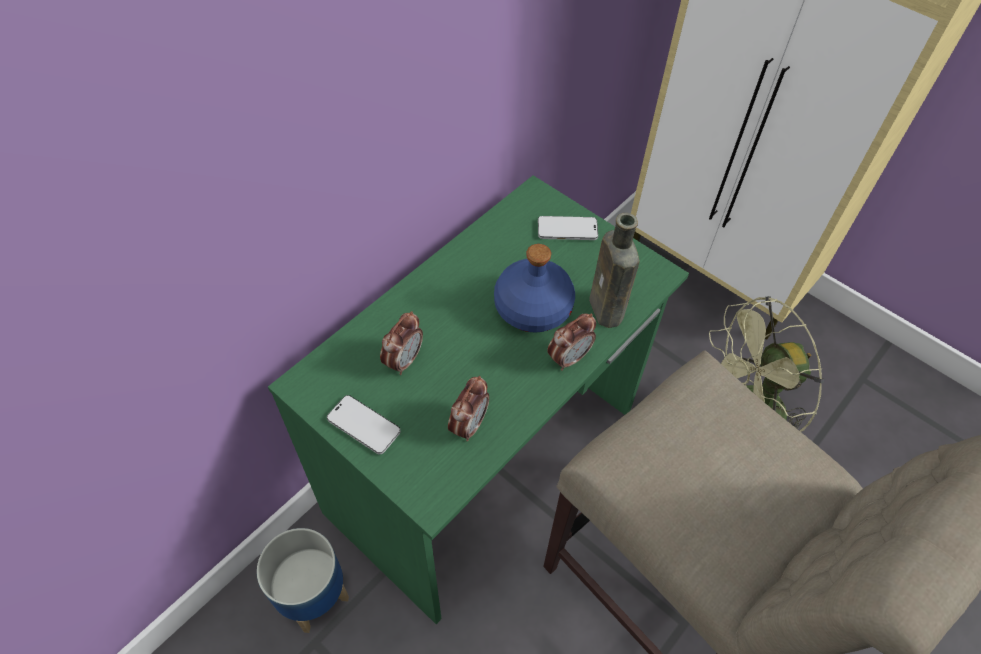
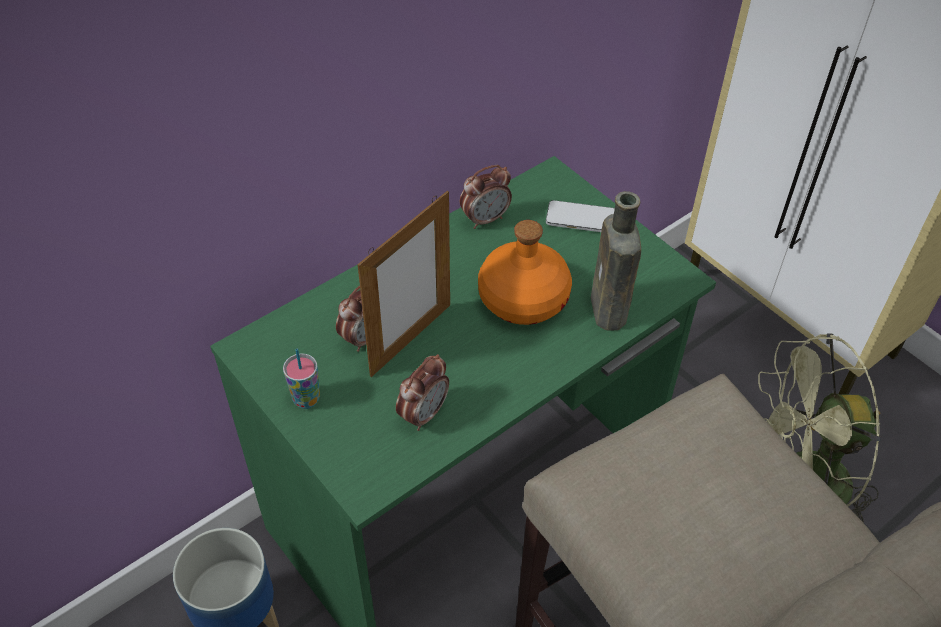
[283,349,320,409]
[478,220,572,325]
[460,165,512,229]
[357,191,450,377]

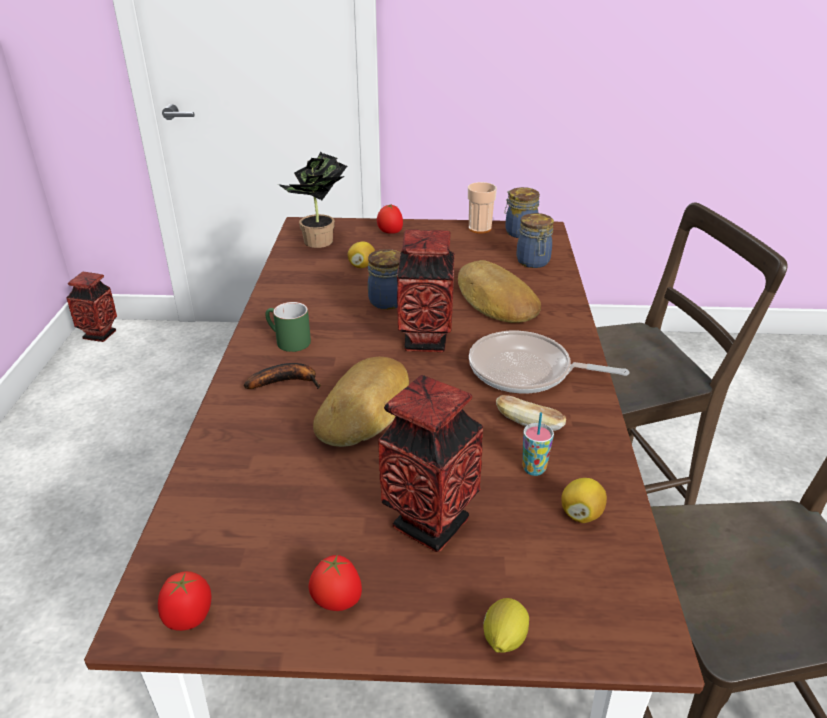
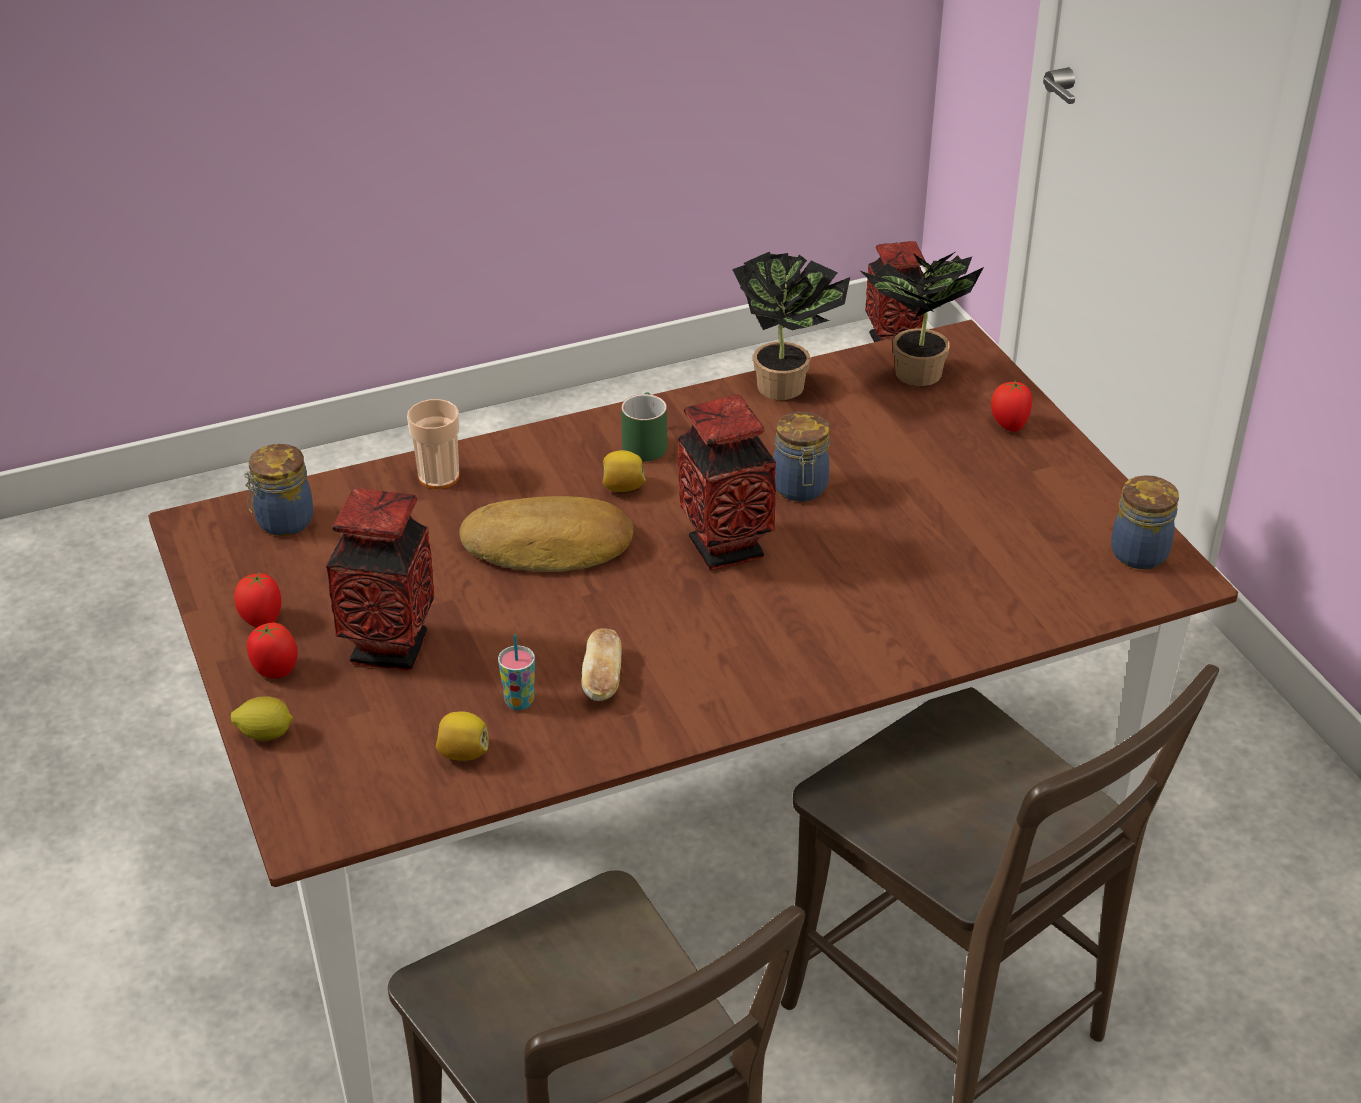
[247,623,298,679]
[244,363,321,389] (first image)
[602,450,646,492]
[458,260,541,323] (first image)
[407,399,460,489]
[469,331,630,393] (first image)
[244,444,313,536]
[732,252,850,400]

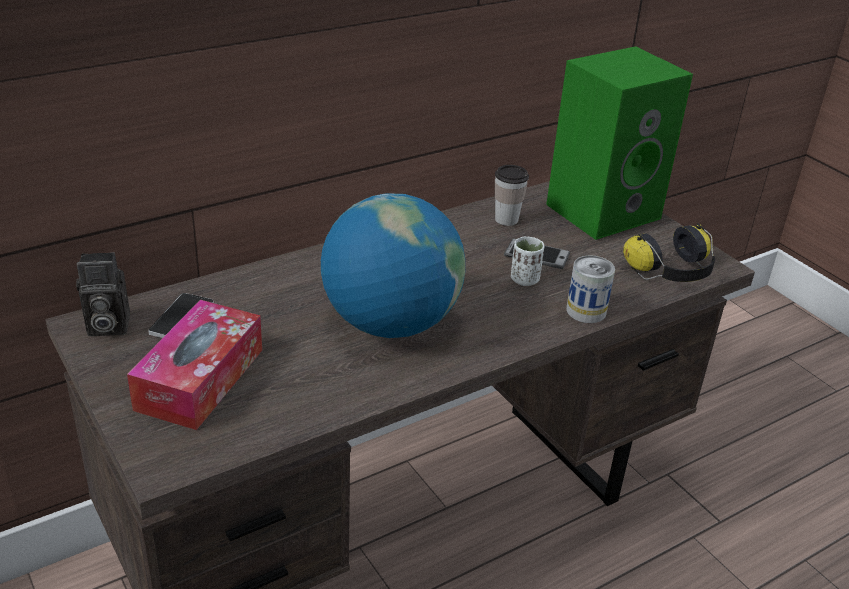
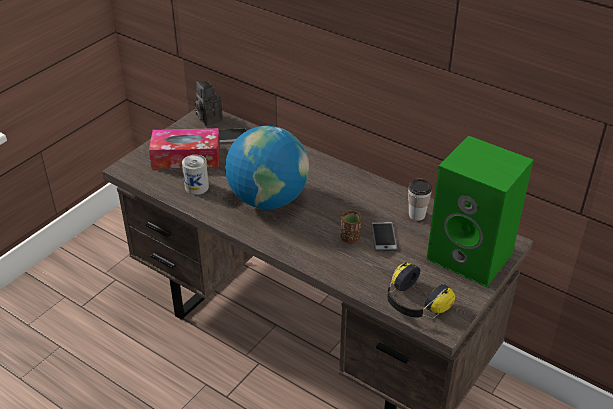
[341,211,361,243]
[182,155,209,195]

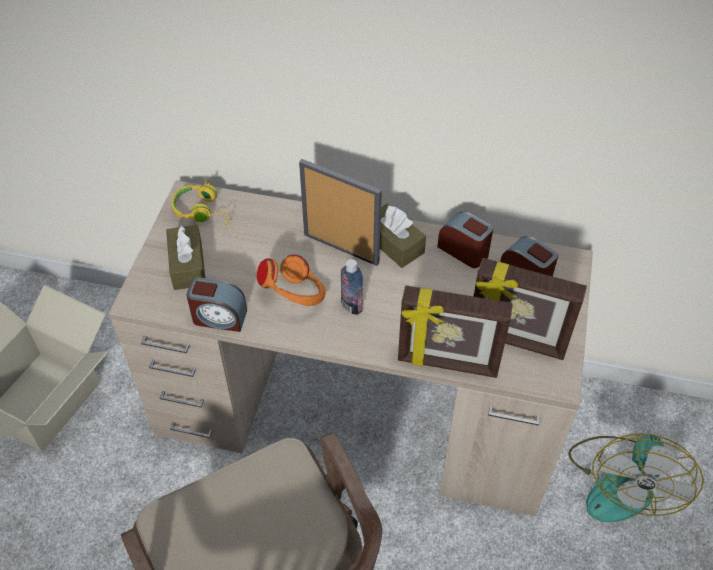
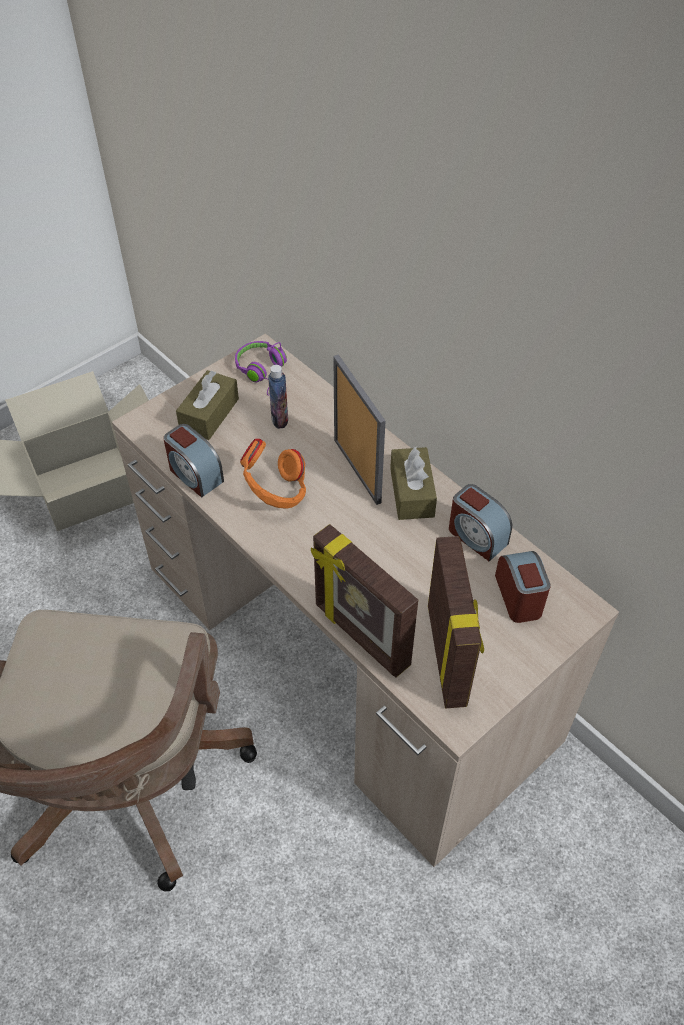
[235,341,287,396]
[268,365,288,429]
[449,484,512,561]
[428,536,484,708]
[568,434,704,522] (first image)

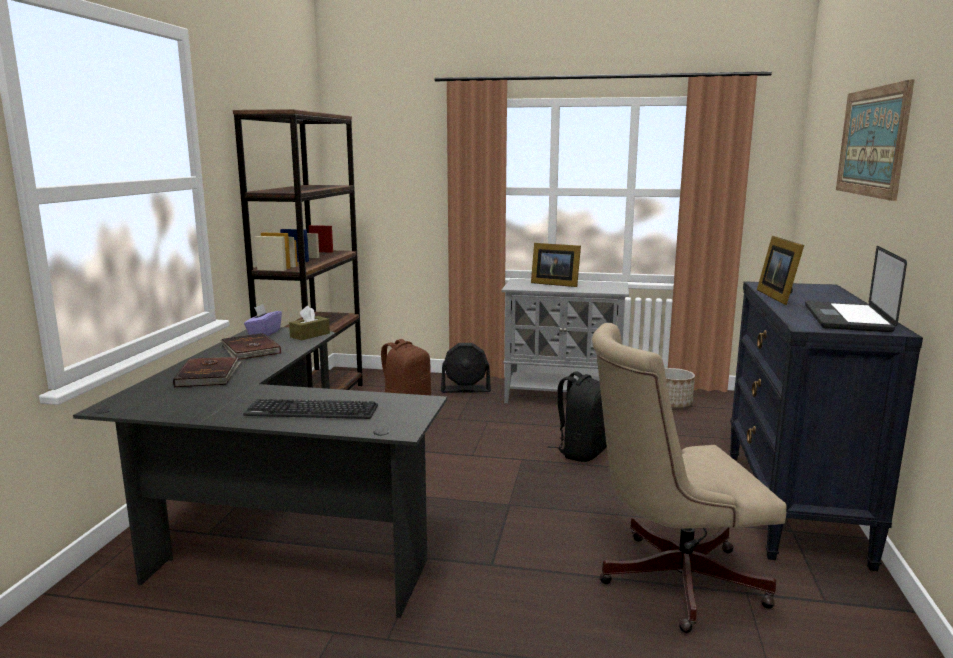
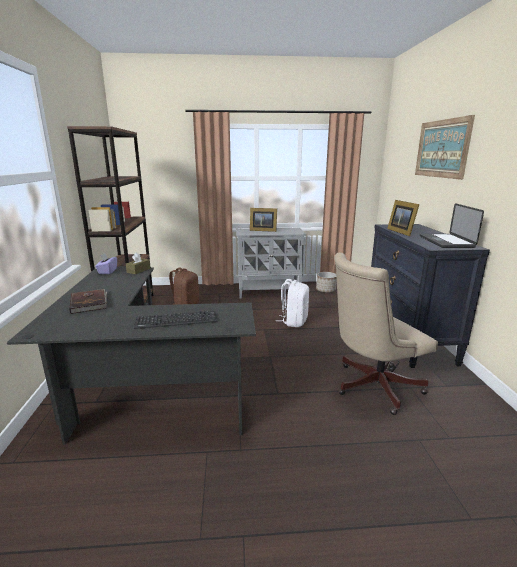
[221,333,281,360] (first image)
[441,343,491,393] (first image)
[279,279,309,327]

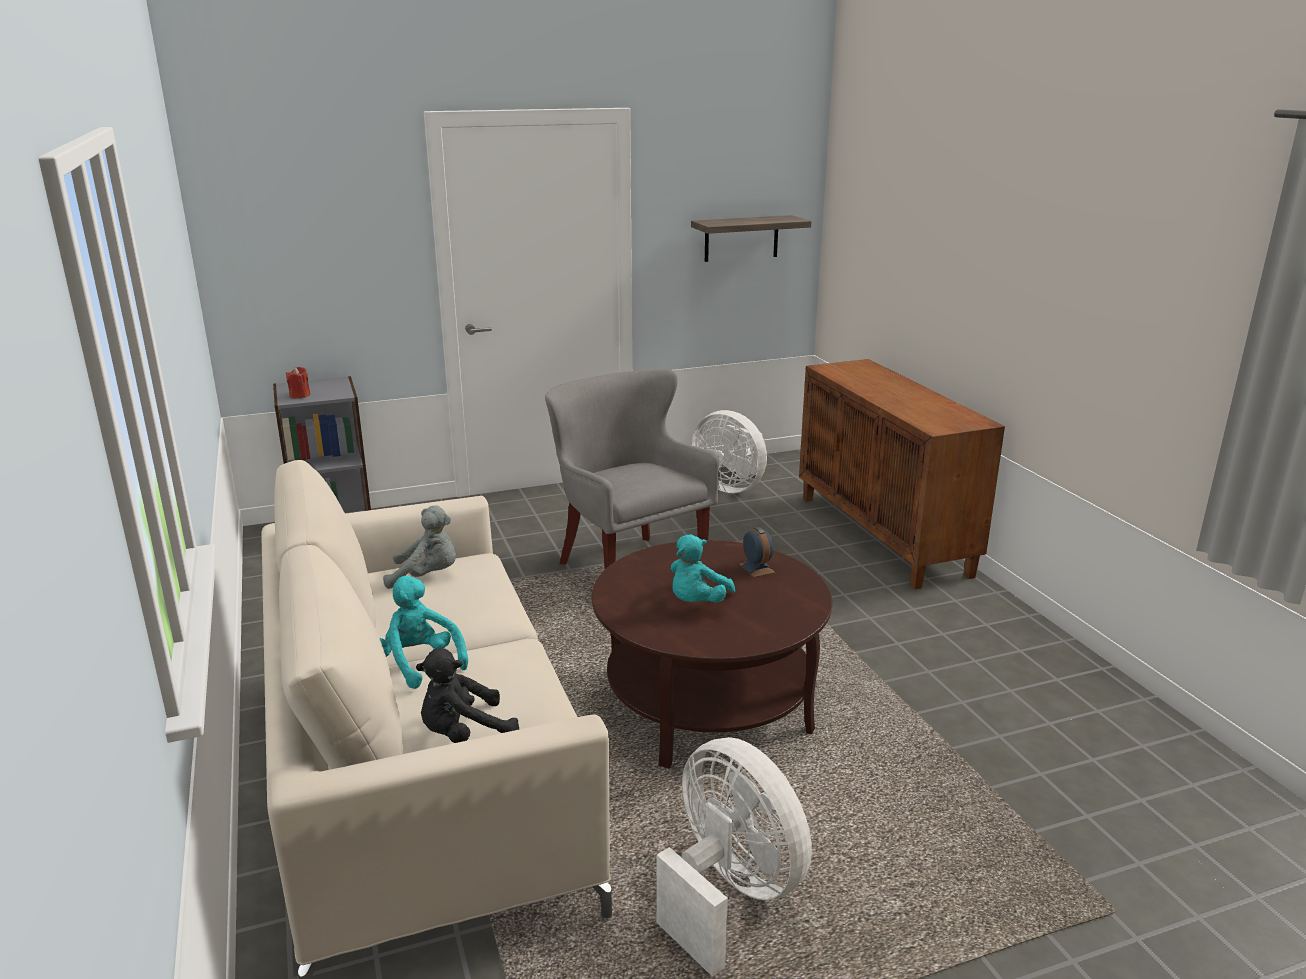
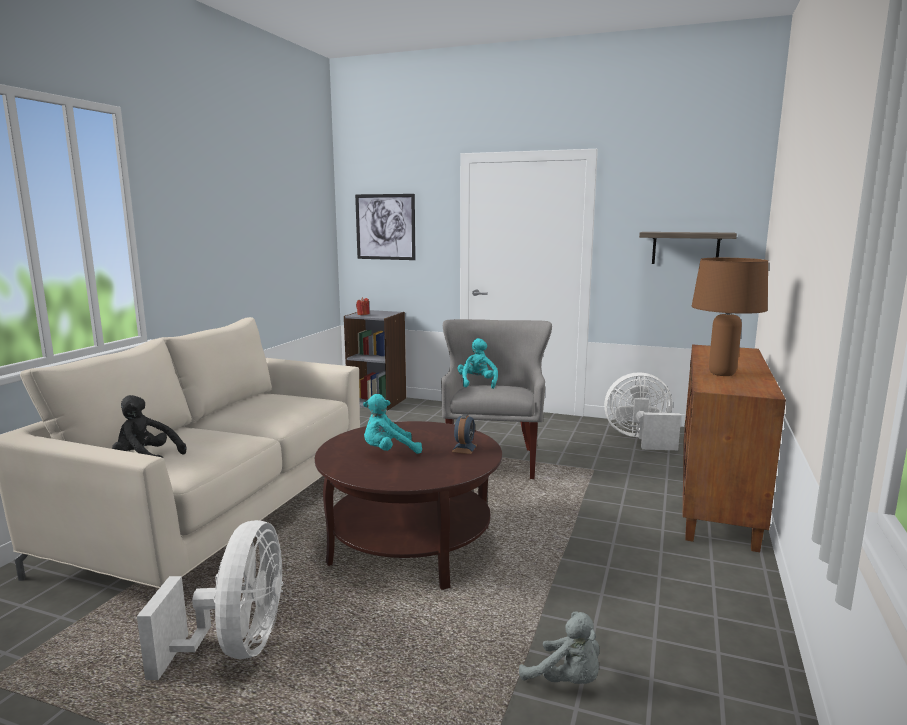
[457,338,498,389]
[519,611,600,684]
[604,372,681,450]
[355,194,416,260]
[692,258,768,376]

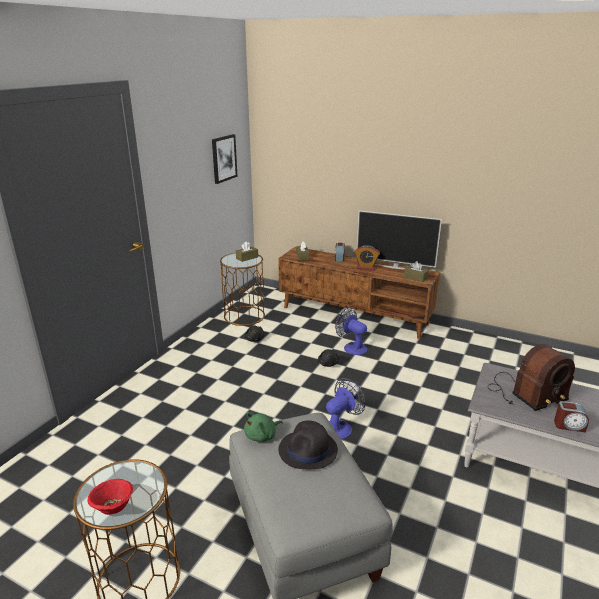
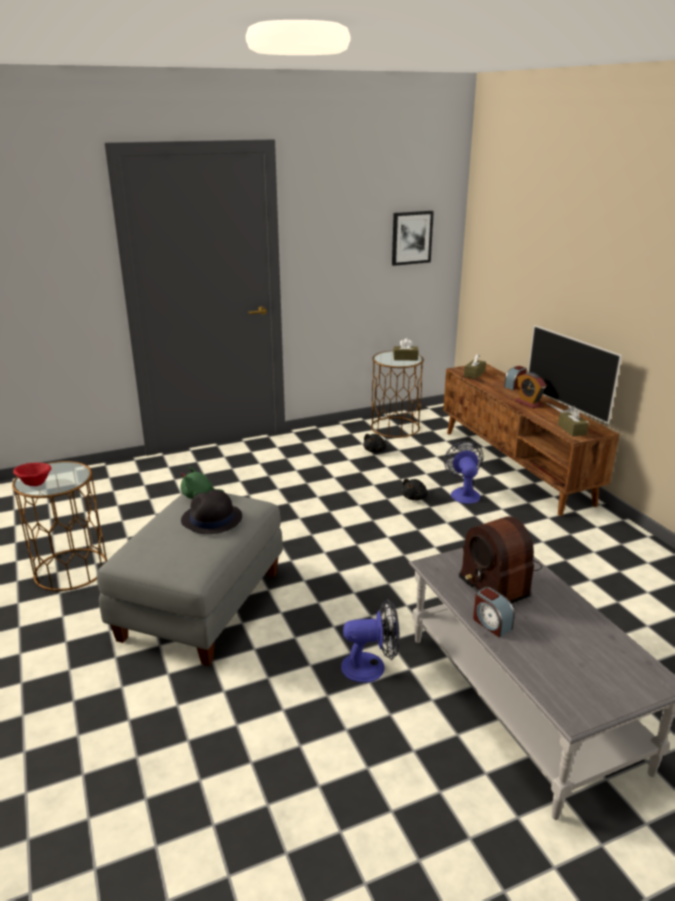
[341,599,400,683]
[459,516,542,604]

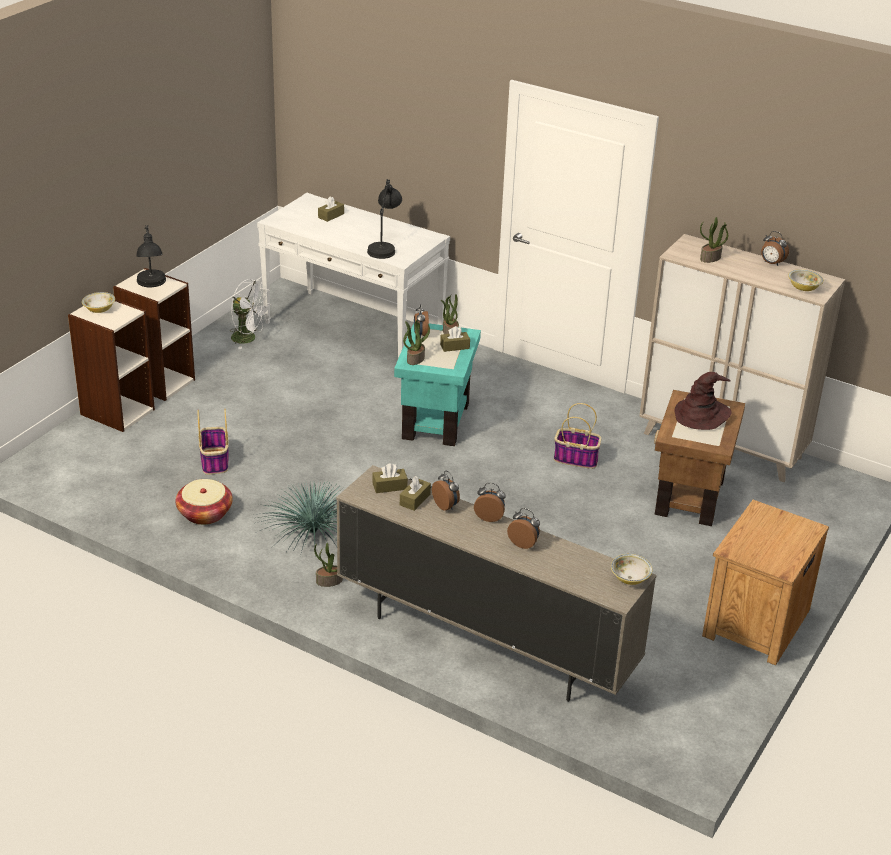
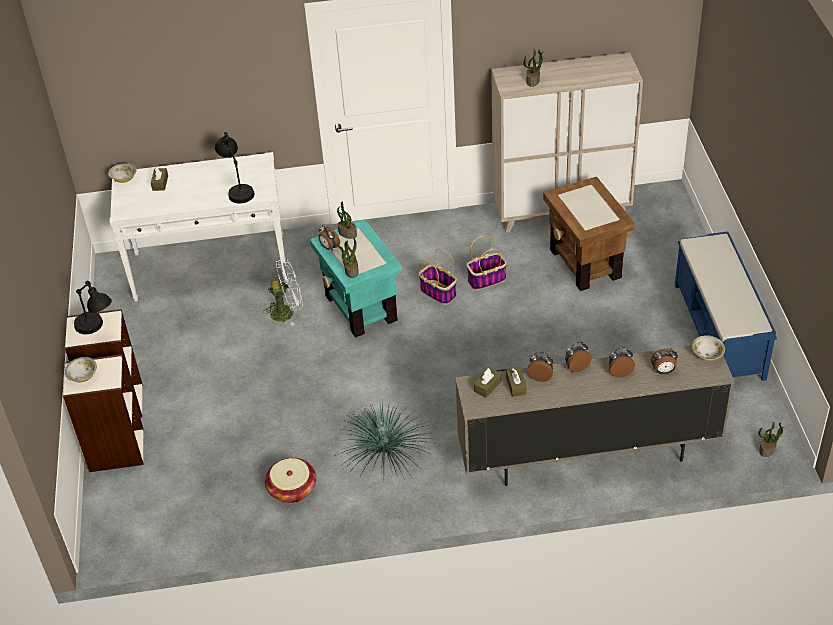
[419,248,457,305]
[263,259,303,326]
[759,422,785,457]
[440,326,470,352] (first image)
[675,372,732,430] (first image)
[675,231,777,381]
[651,348,678,374]
[108,163,136,183]

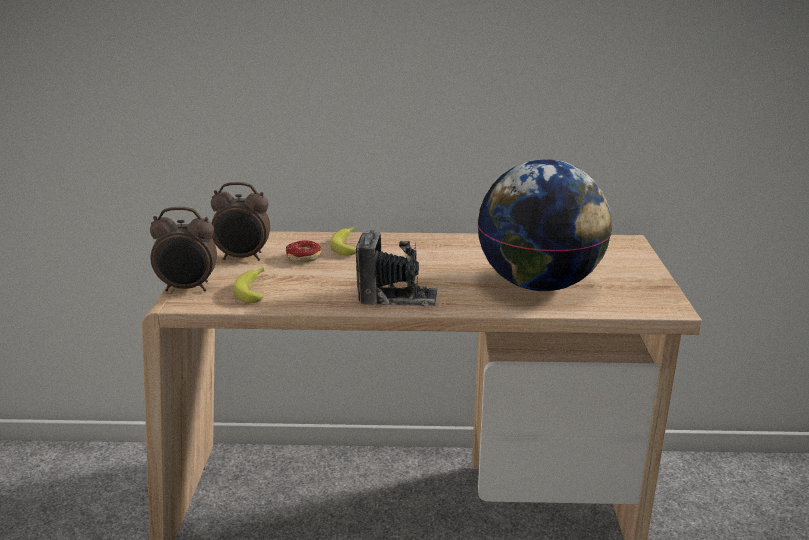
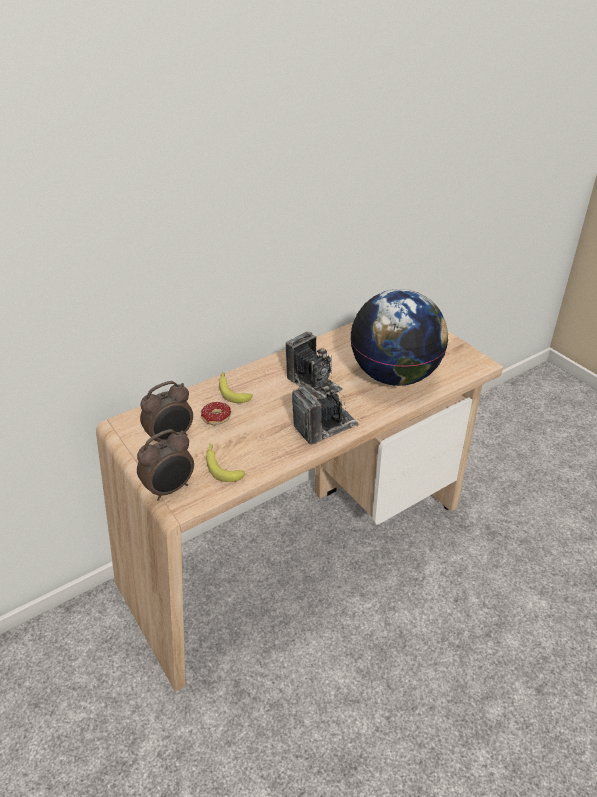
[286,332,343,399]

